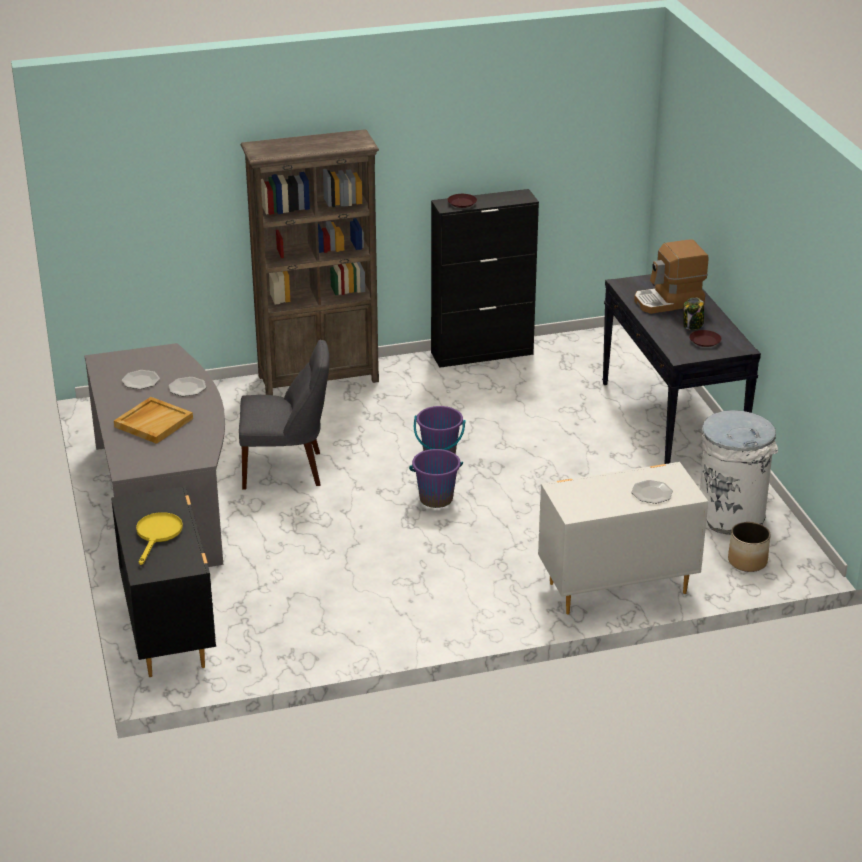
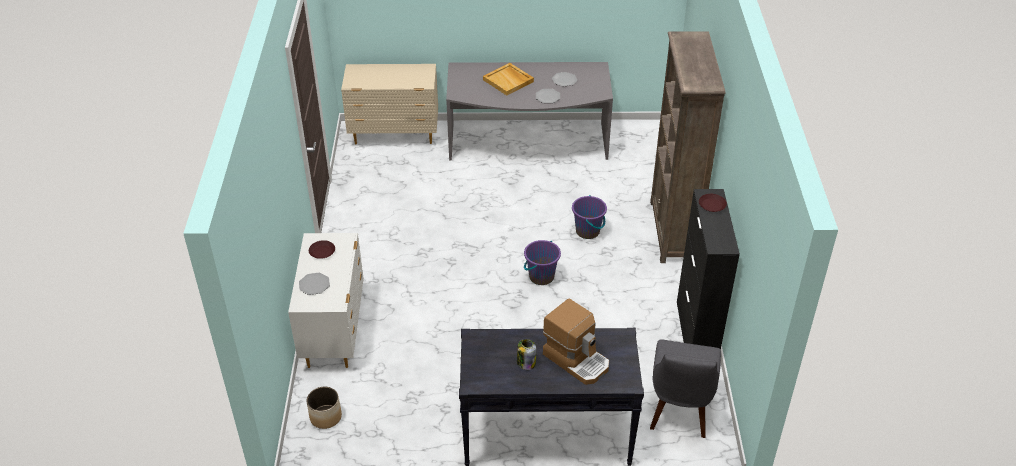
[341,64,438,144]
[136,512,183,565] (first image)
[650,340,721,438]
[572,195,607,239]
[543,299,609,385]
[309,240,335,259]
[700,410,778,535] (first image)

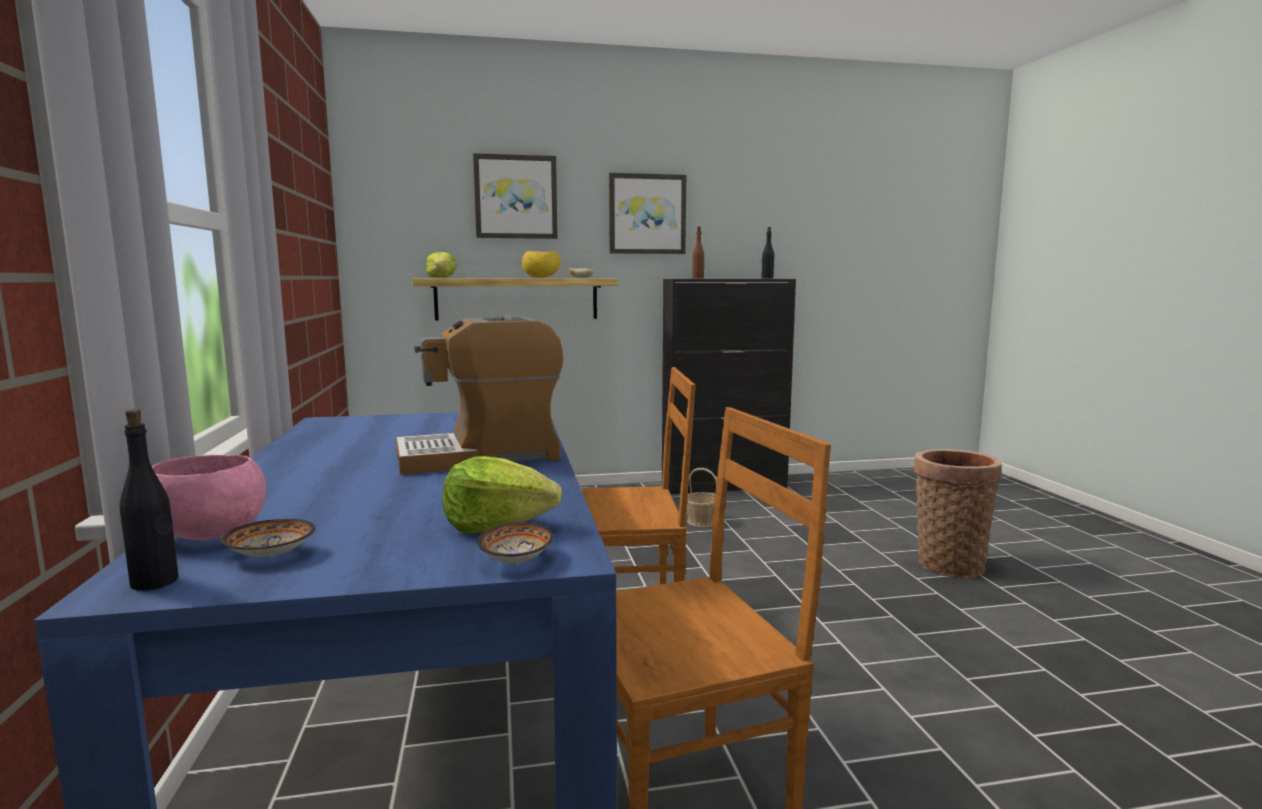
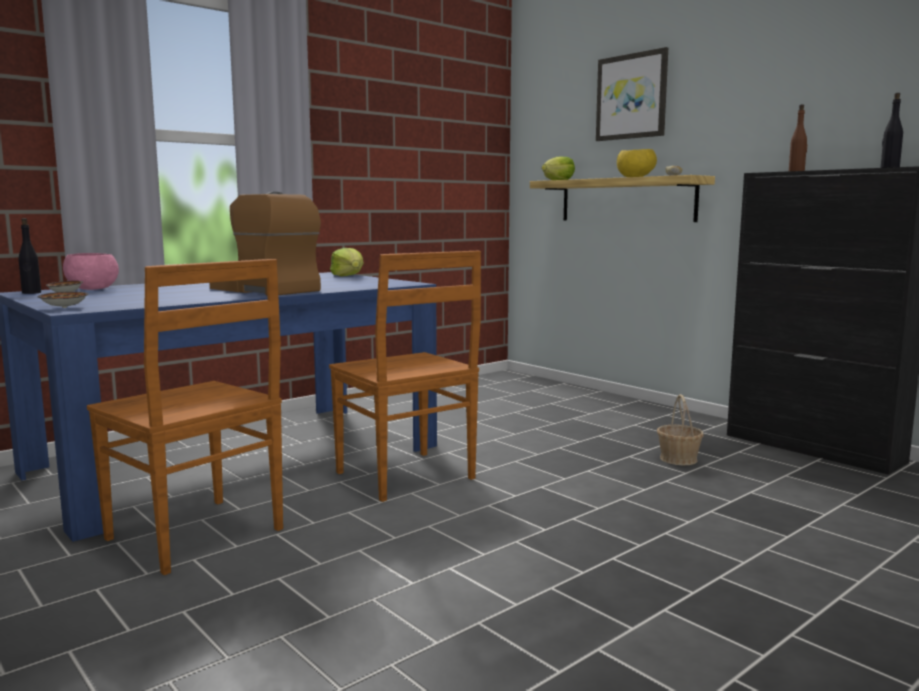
[330,248,364,276]
[609,173,686,254] (first image)
[913,449,1002,578] (first image)

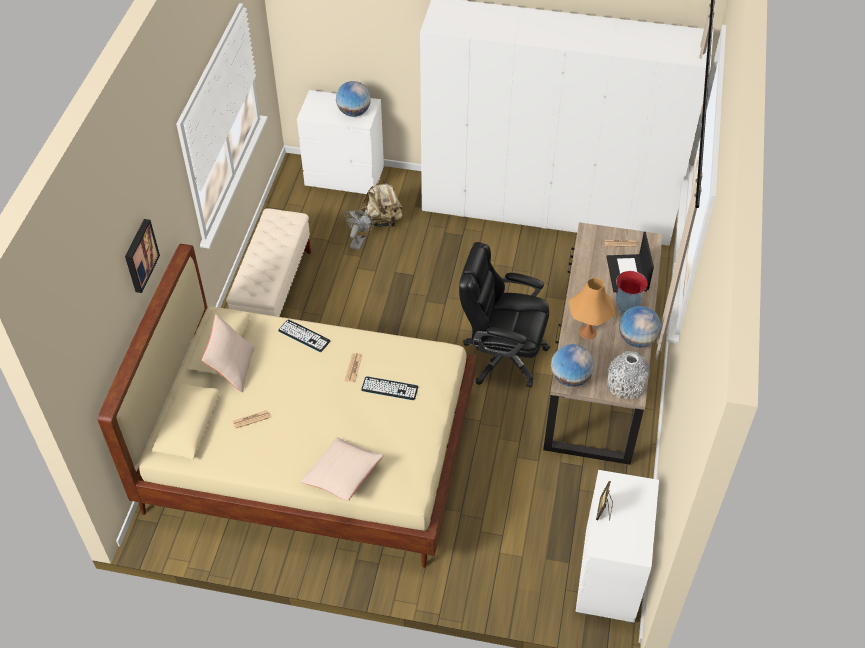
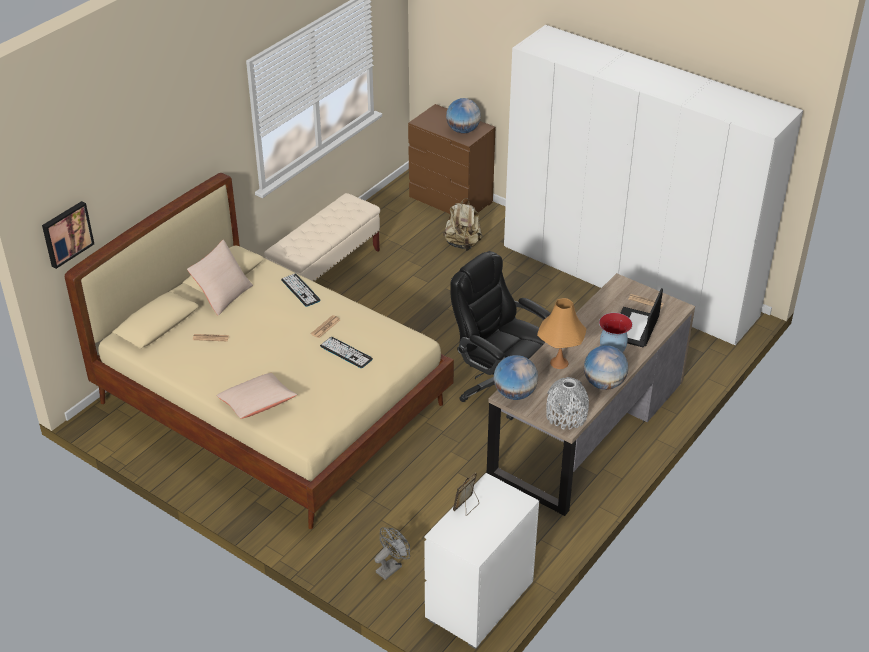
[42,201,94,269]
[408,104,495,214]
[374,527,410,580]

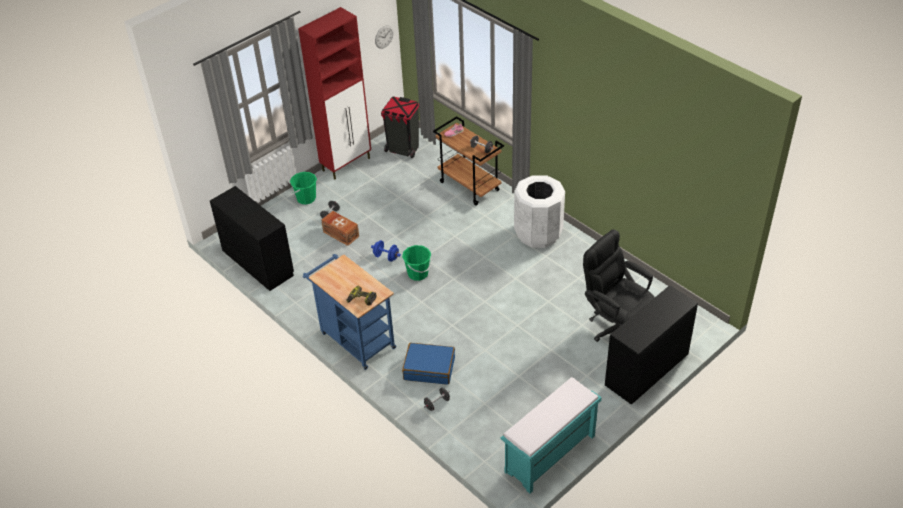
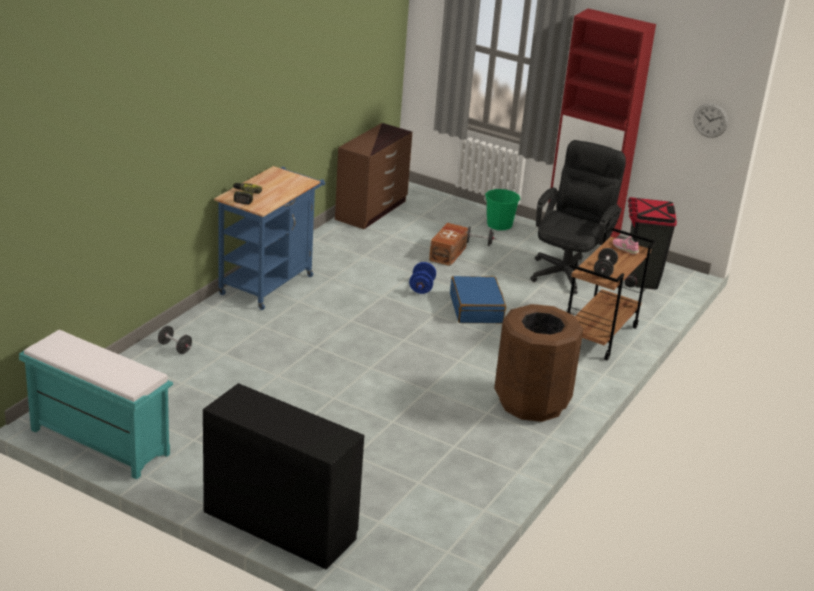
[335,123,412,229]
[402,245,431,281] (first image)
[450,276,506,323]
[494,304,583,422]
[530,140,626,294]

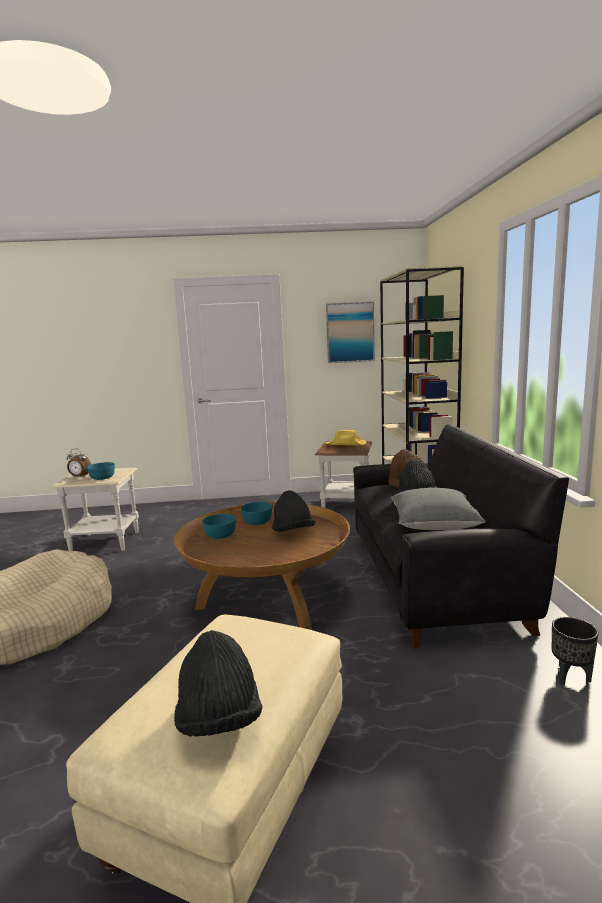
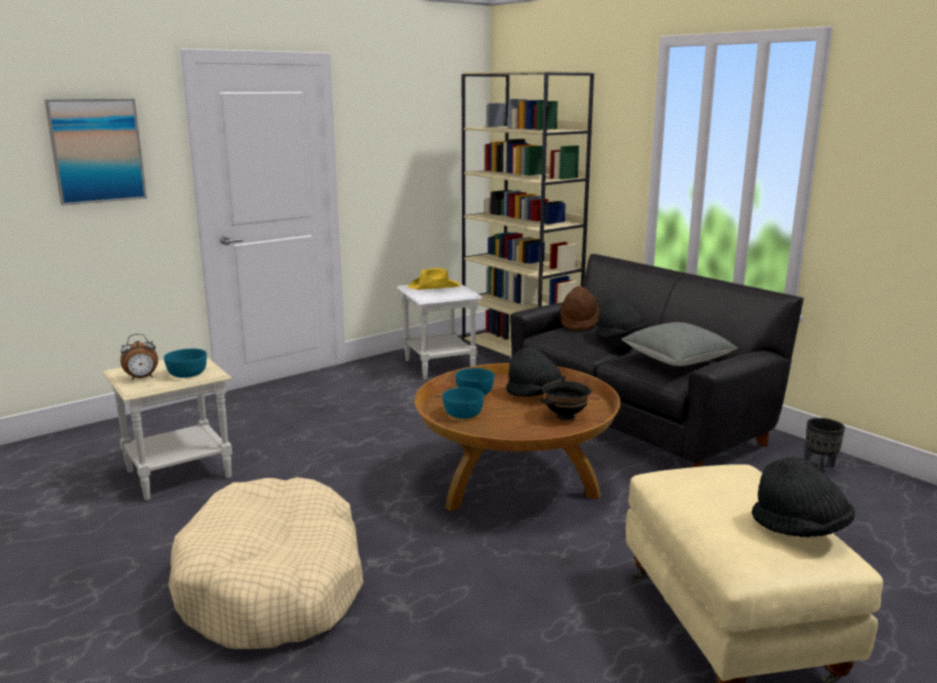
[397,280,483,379]
[44,99,147,206]
[540,381,592,420]

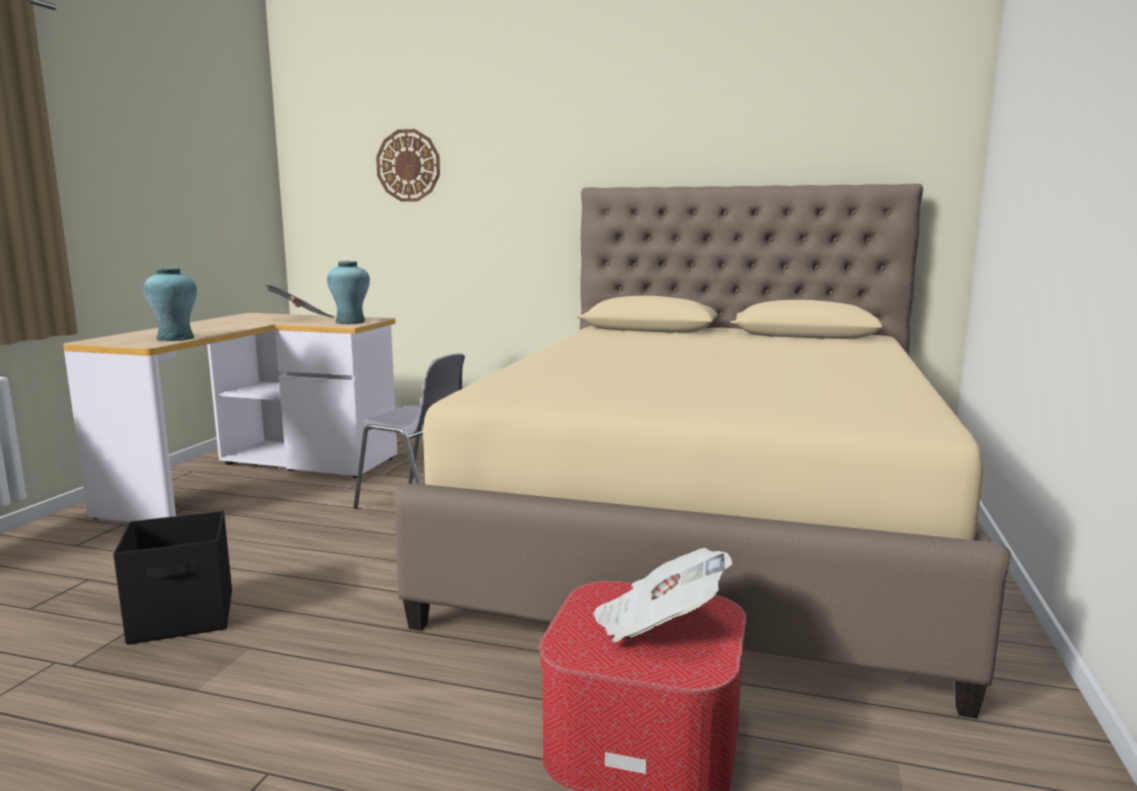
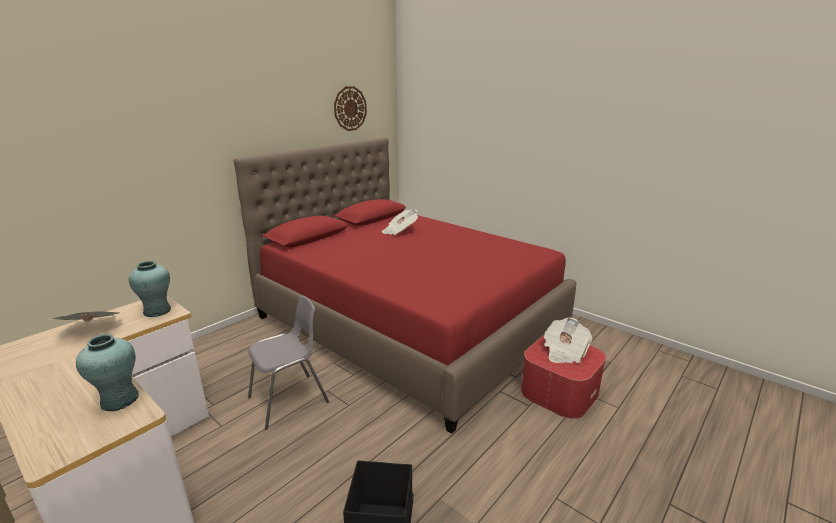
[334,86,367,131]
[234,137,576,434]
[382,209,418,235]

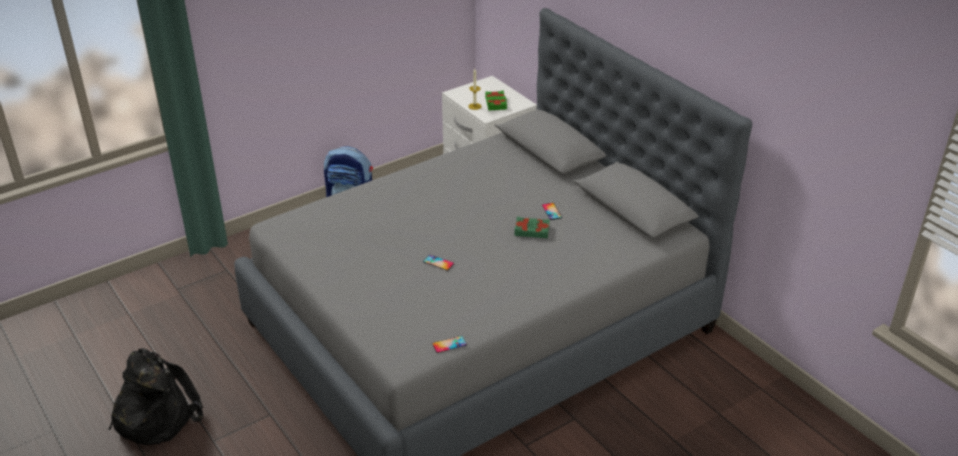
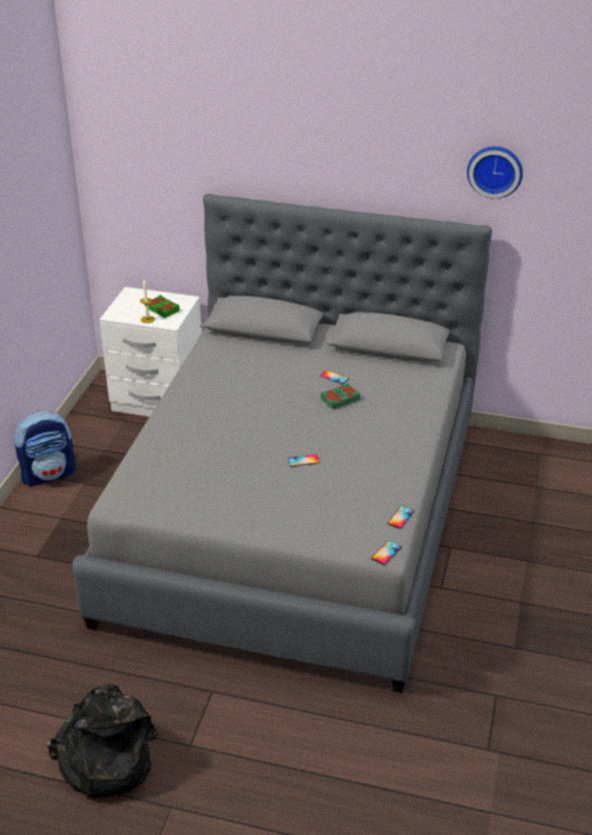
[371,540,402,565]
[467,146,523,199]

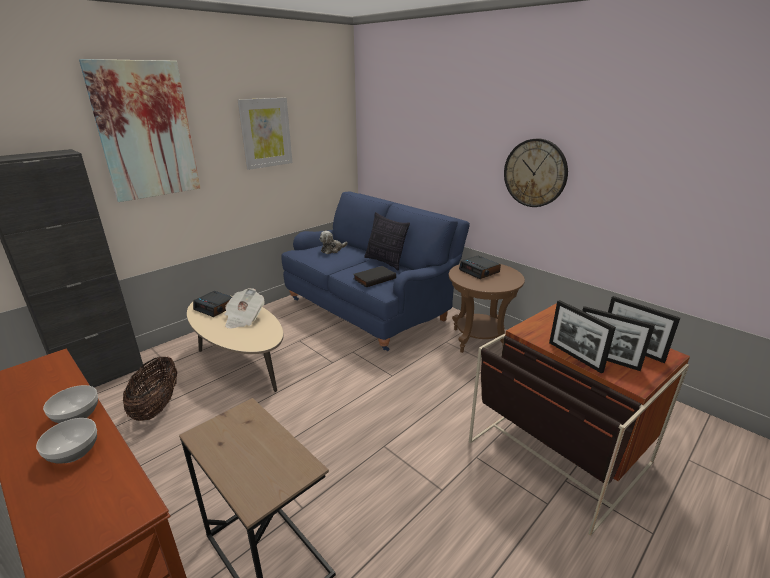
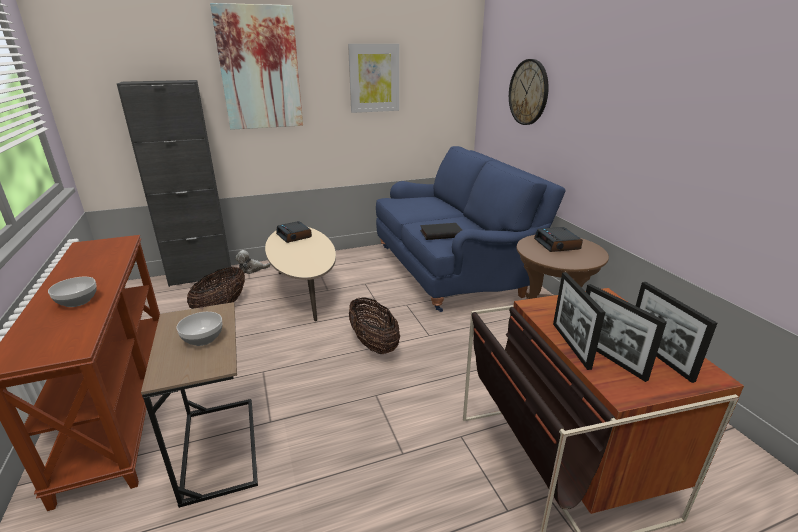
[176,312,222,346]
[224,288,265,328] (first image)
[235,250,271,274]
[364,212,410,270] (first image)
[509,59,549,125]
[349,297,400,354]

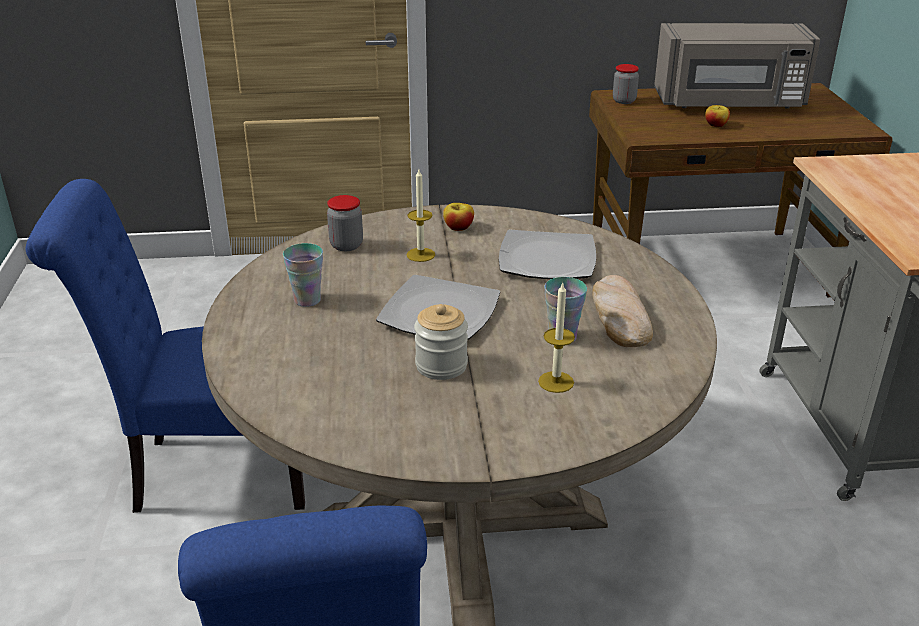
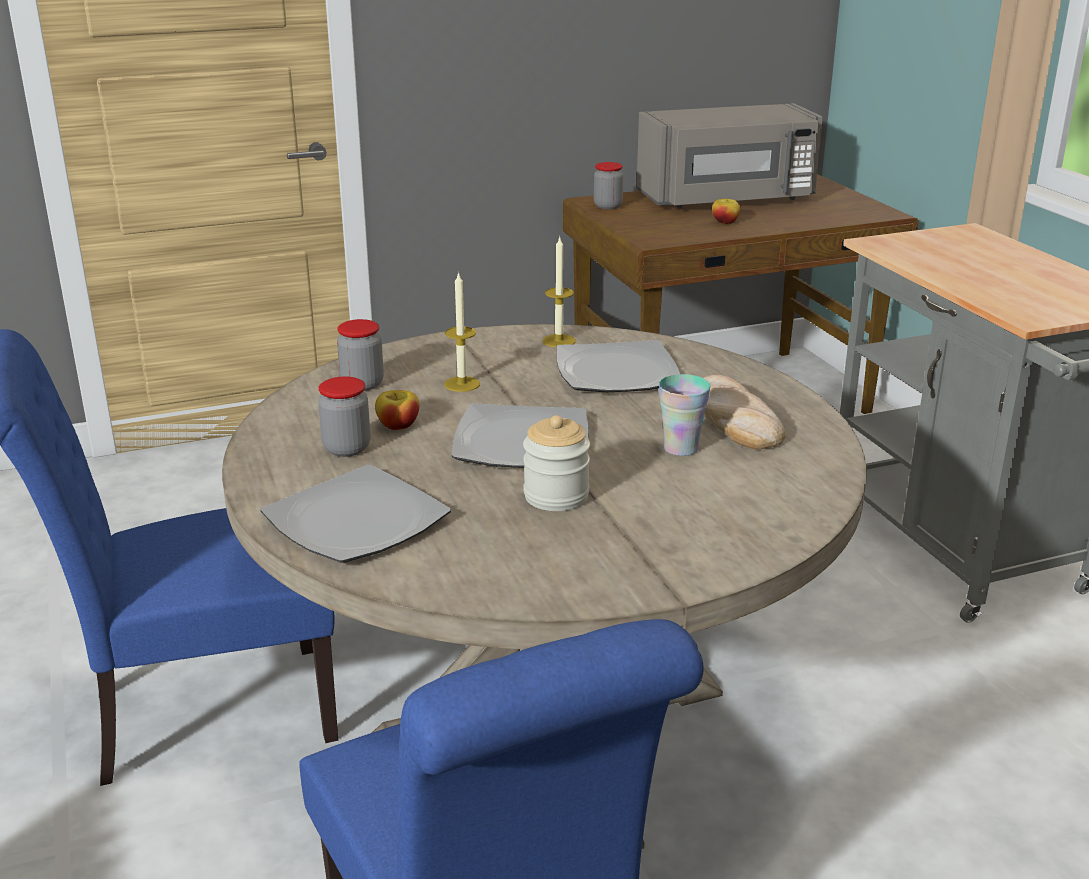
[318,376,371,457]
[375,390,419,430]
[543,237,576,347]
[261,465,451,562]

